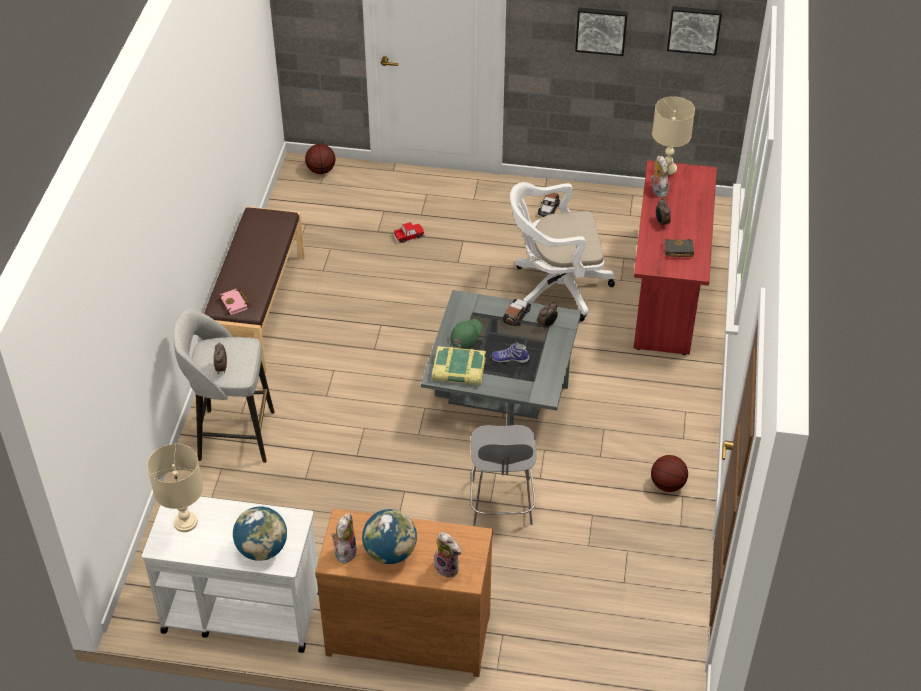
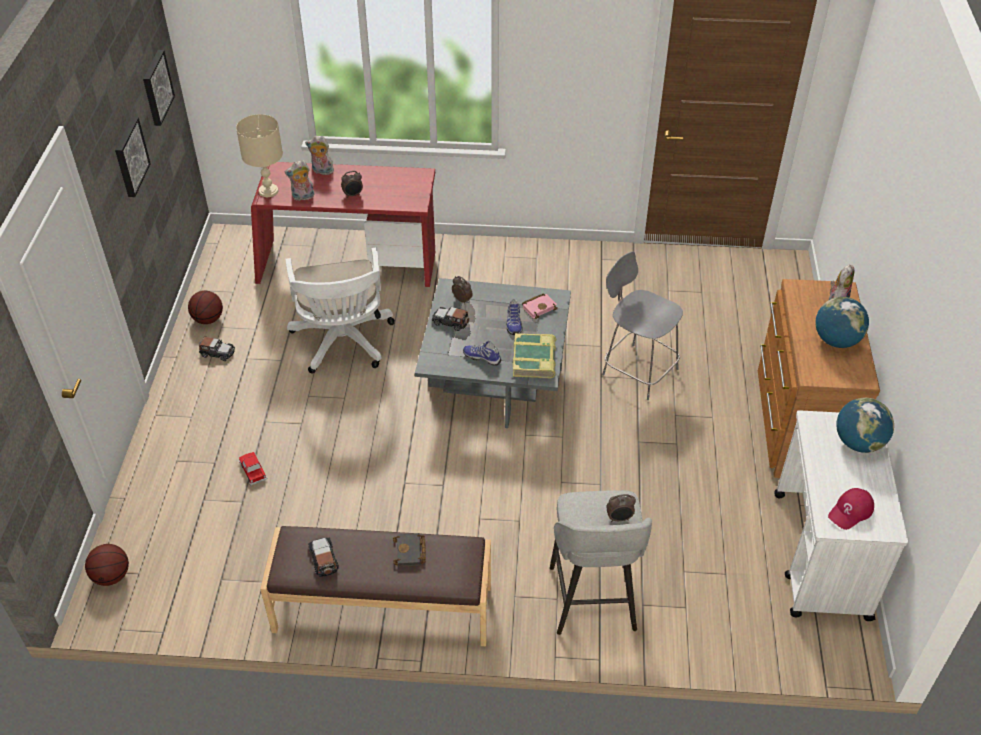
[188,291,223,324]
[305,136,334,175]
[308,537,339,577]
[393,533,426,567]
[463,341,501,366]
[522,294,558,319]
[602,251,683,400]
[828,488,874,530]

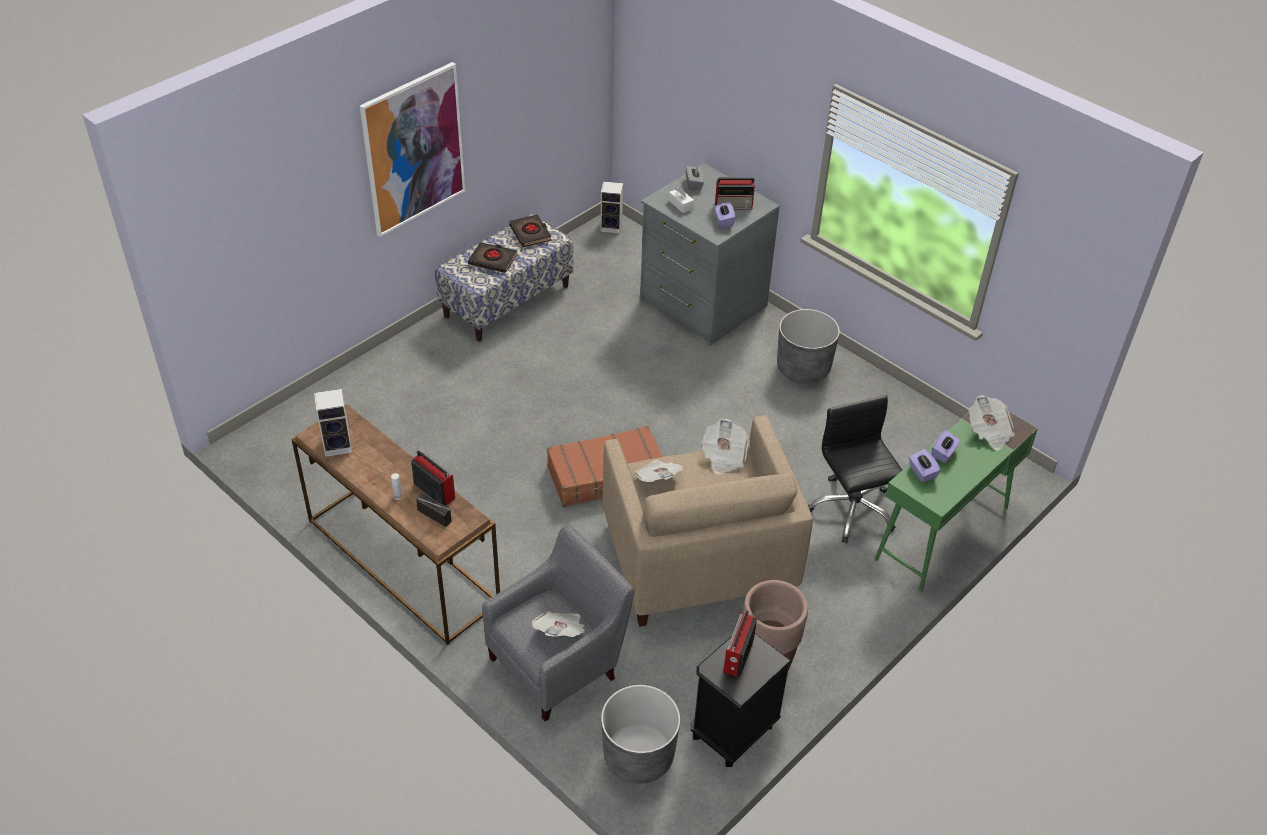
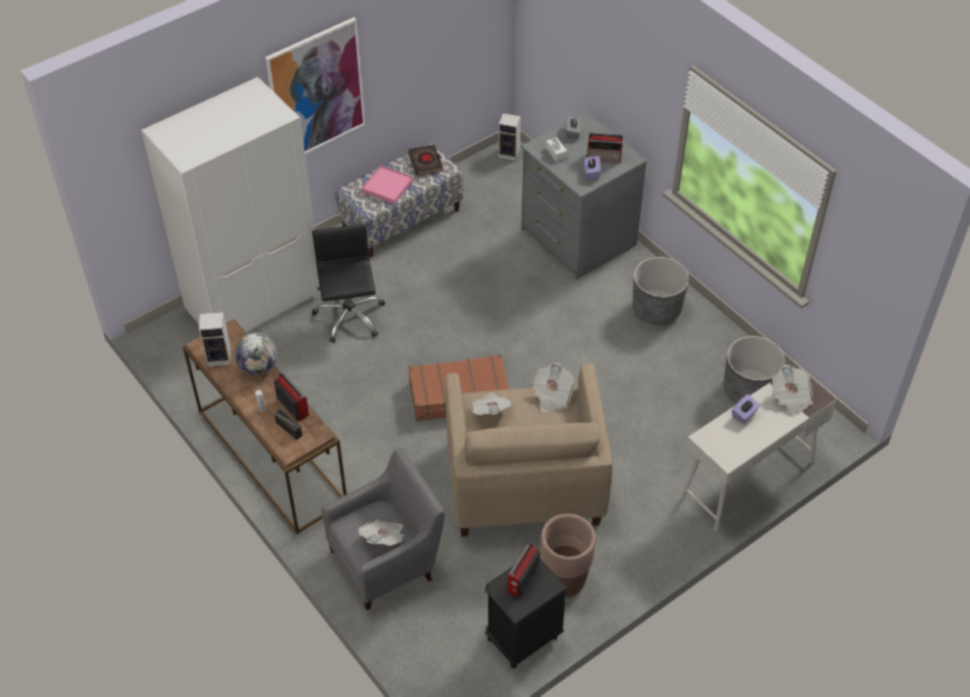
[141,77,321,332]
[235,333,277,375]
[312,224,385,343]
[361,165,413,204]
[681,365,837,532]
[724,336,785,403]
[909,449,941,482] (first image)

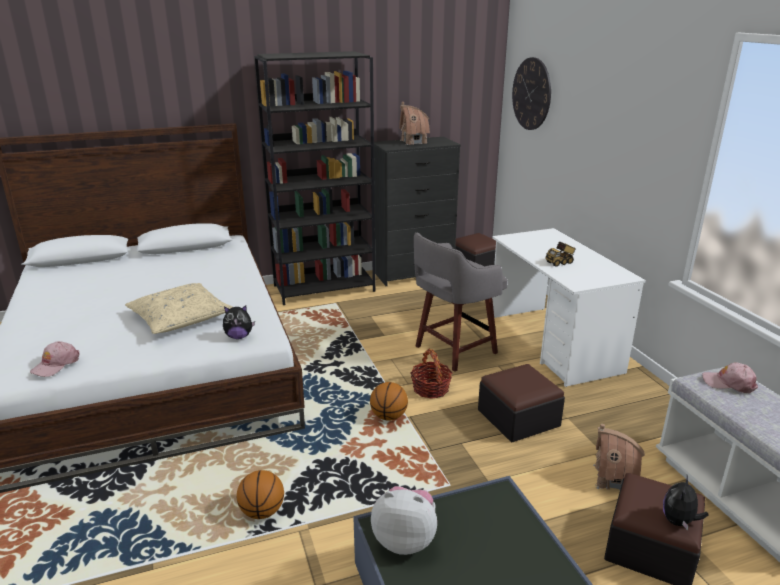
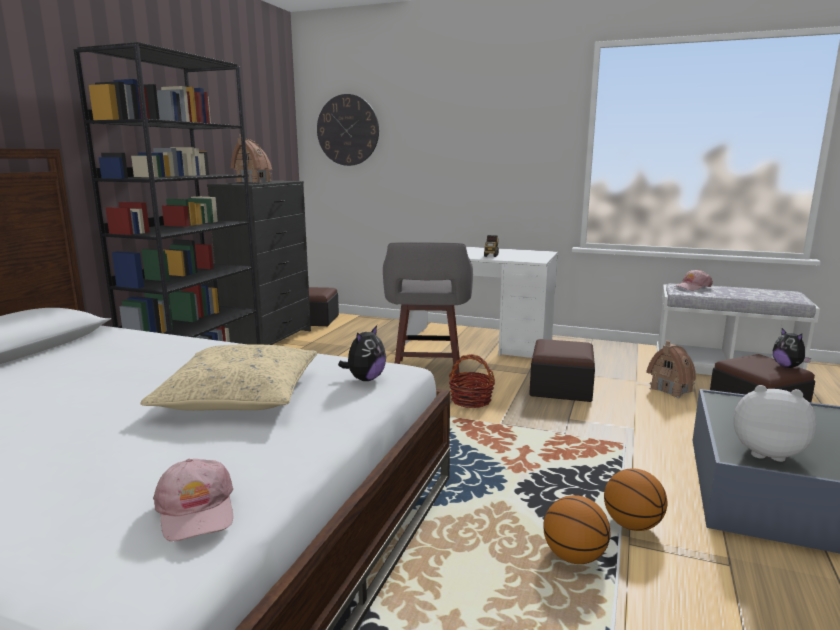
[604,468,667,531]
[733,385,817,462]

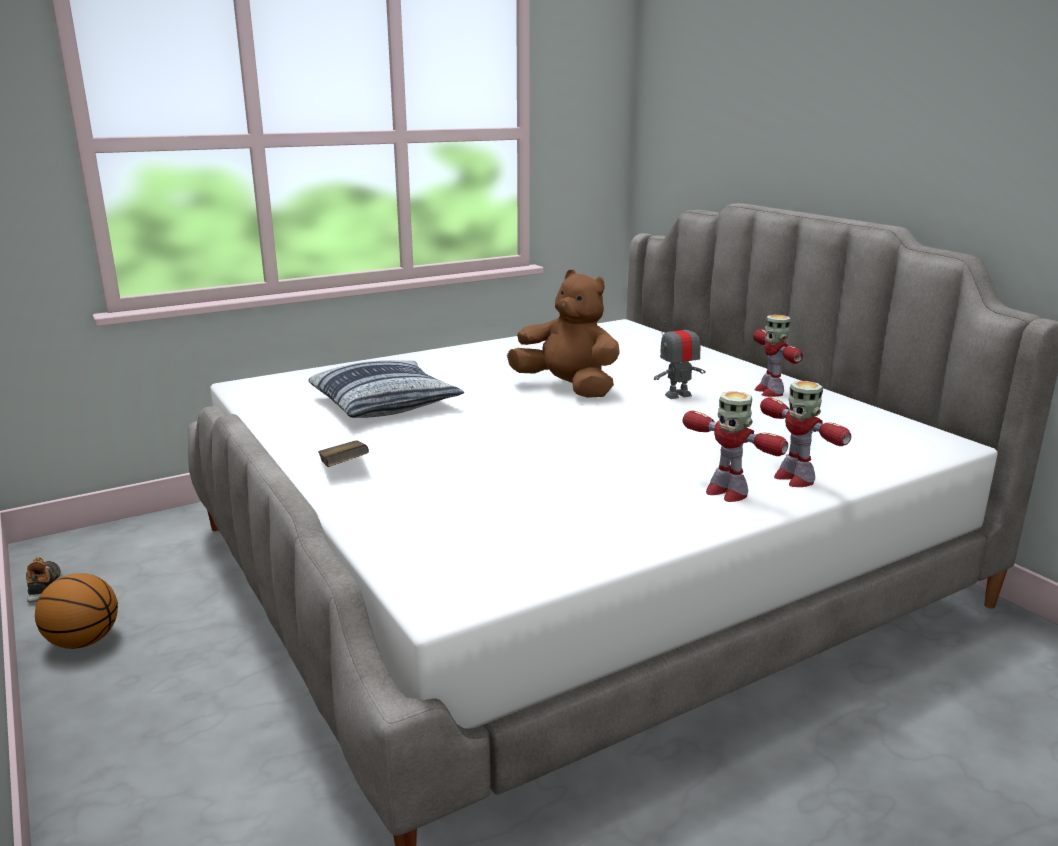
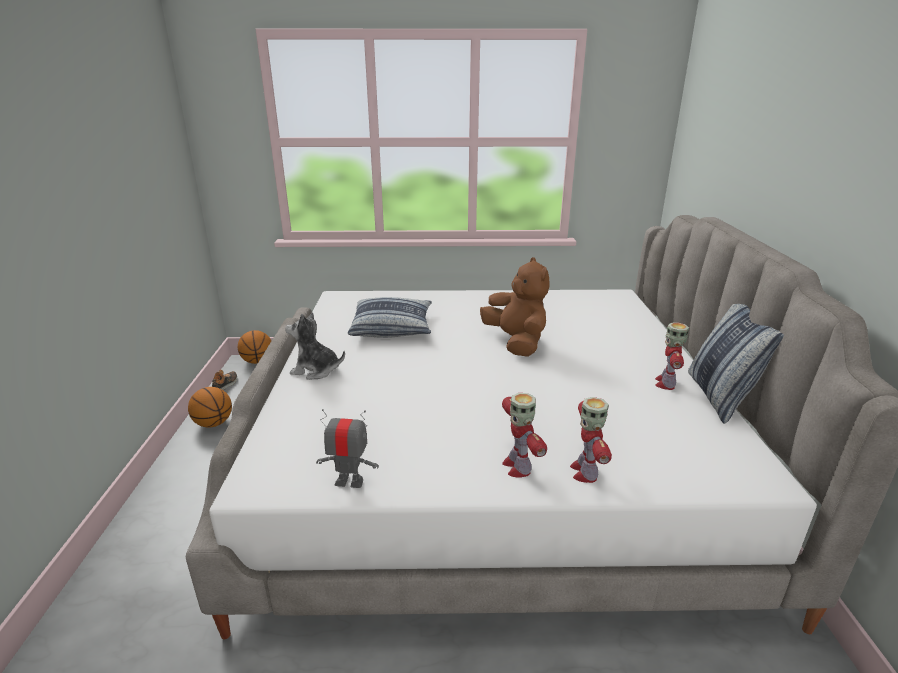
[238,330,271,364]
[285,312,345,380]
[316,409,379,488]
[688,304,784,424]

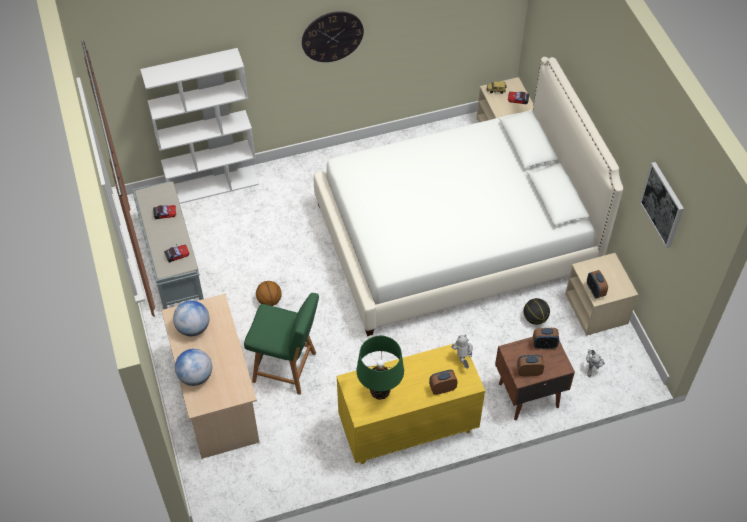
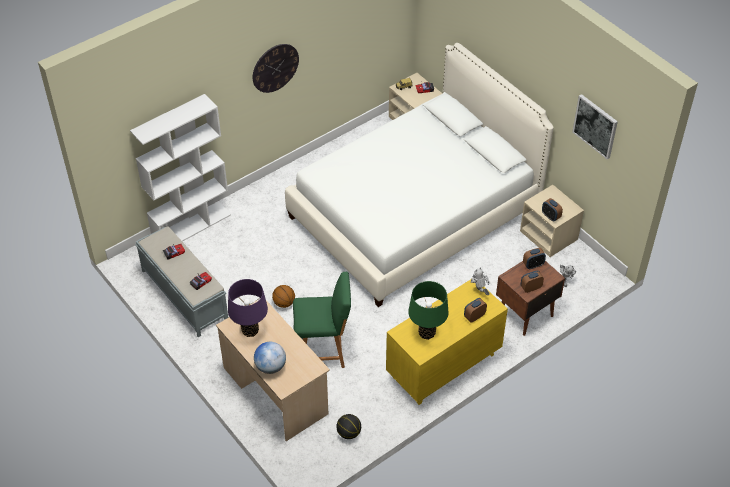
[228,279,268,337]
[336,414,361,439]

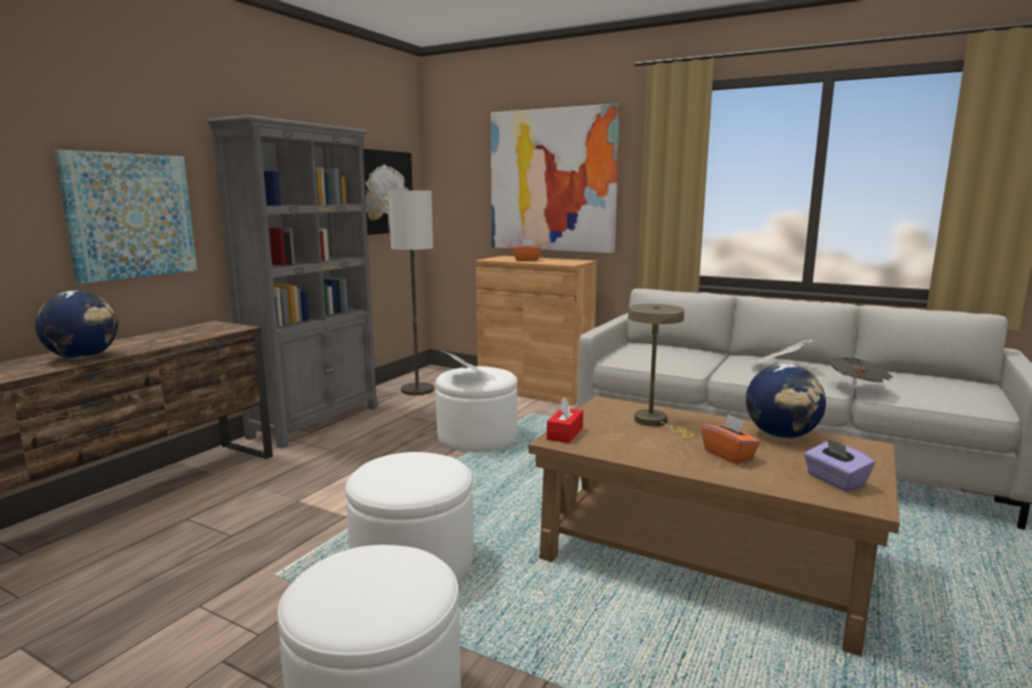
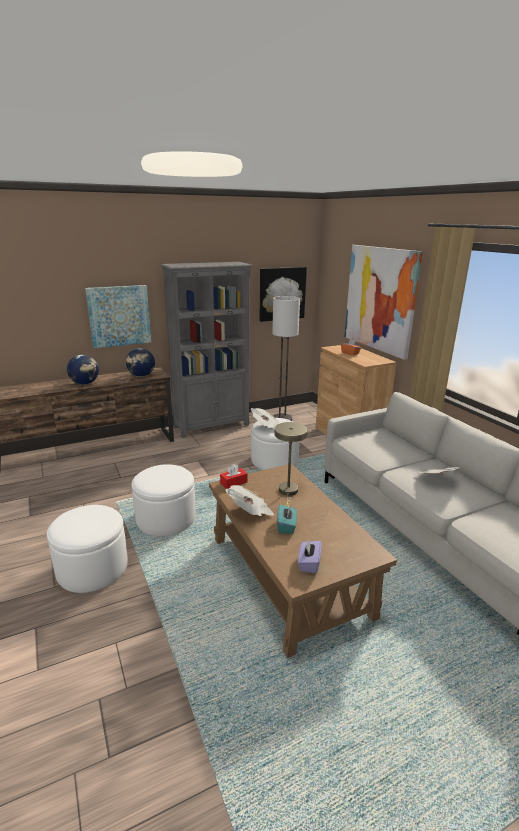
[126,348,155,377]
[225,485,274,516]
[277,505,297,534]

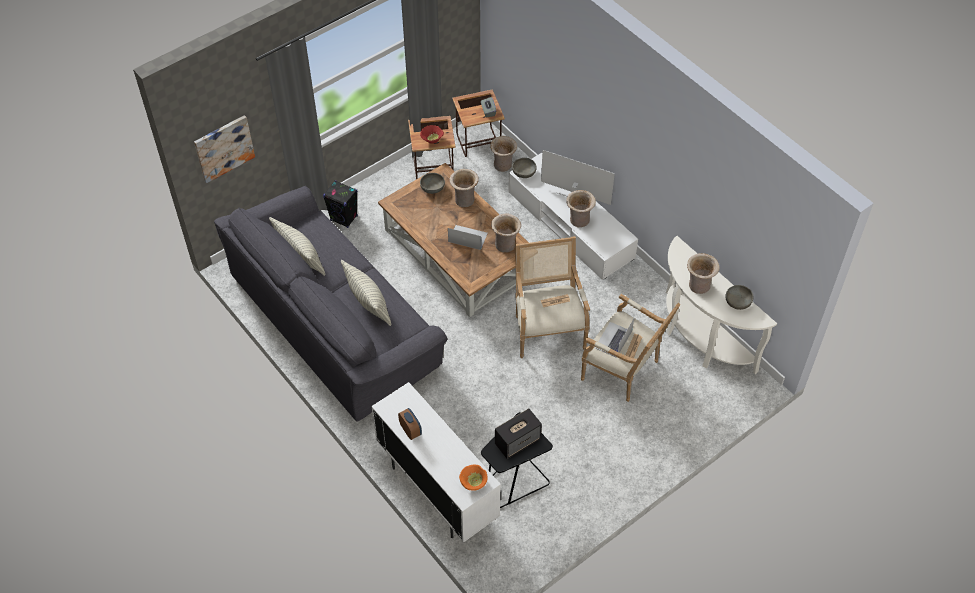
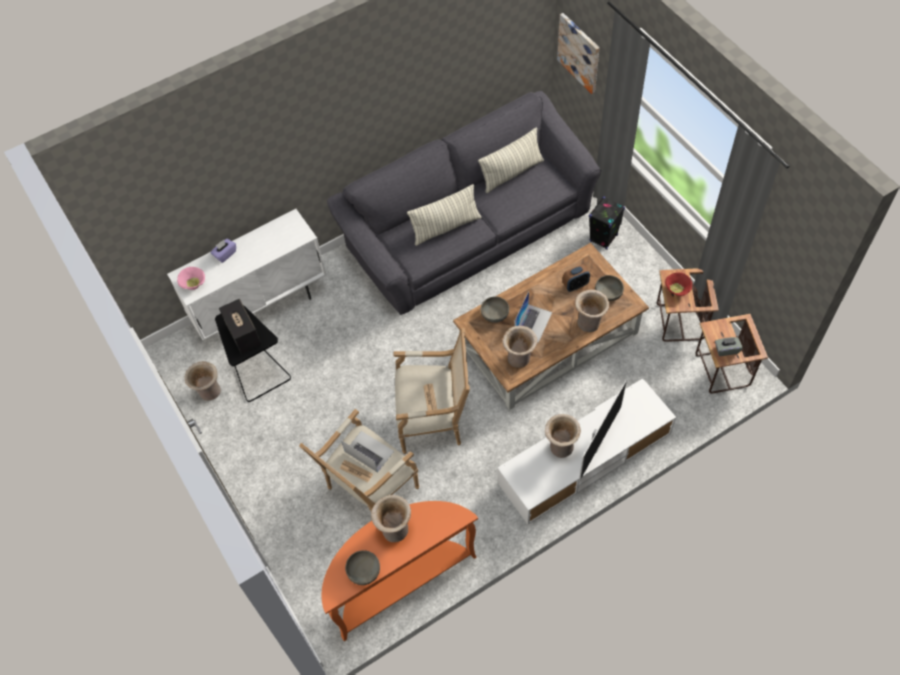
[177,267,205,290]
[184,361,221,401]
[210,239,236,263]
[322,501,478,641]
[481,297,509,323]
[562,265,590,292]

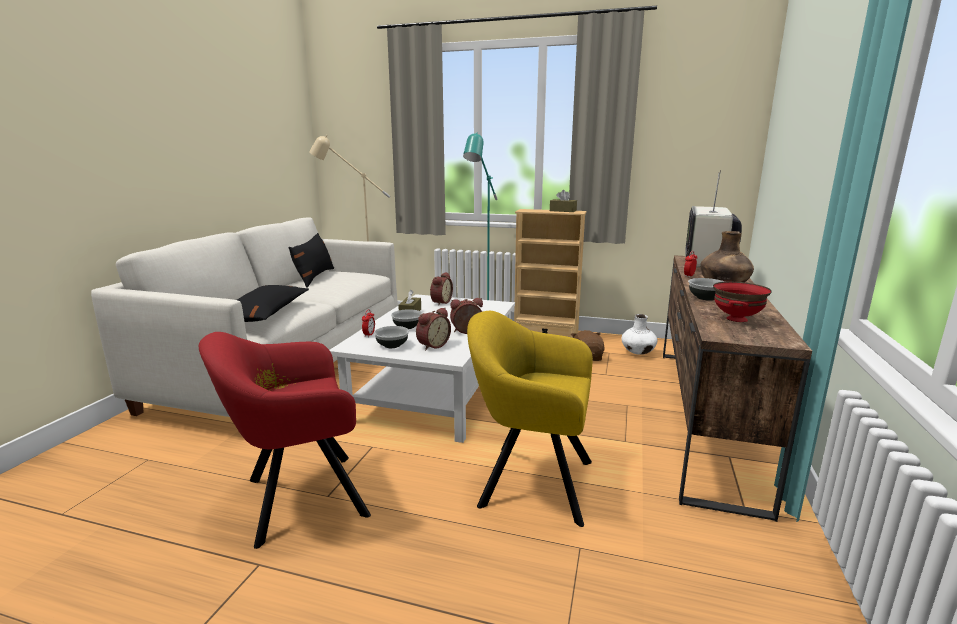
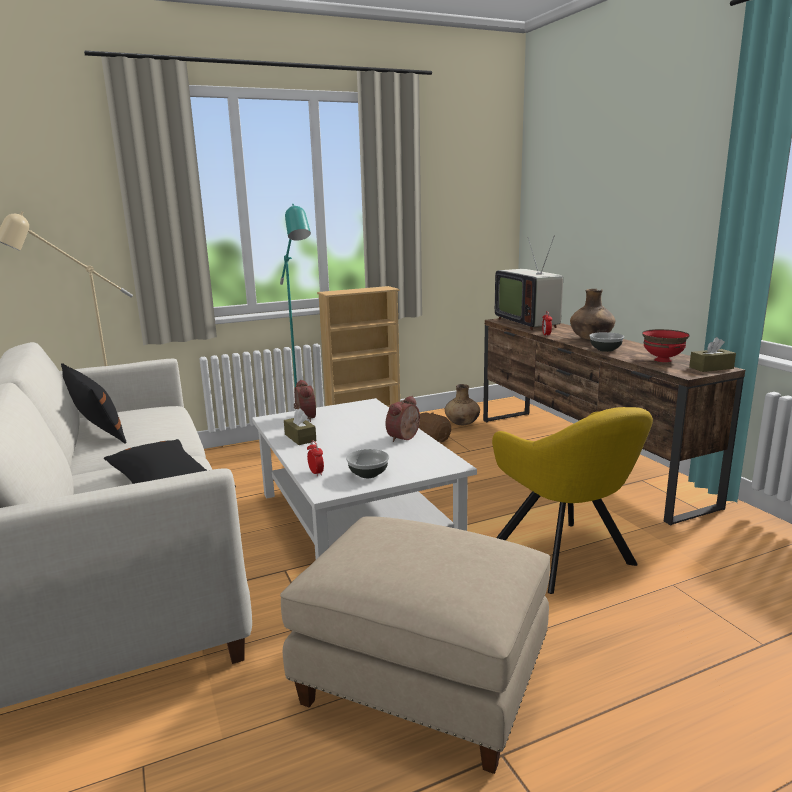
[280,516,550,774]
[445,384,480,425]
[492,407,653,594]
[689,337,736,372]
[391,309,423,329] (first image)
[416,308,451,350] (first image)

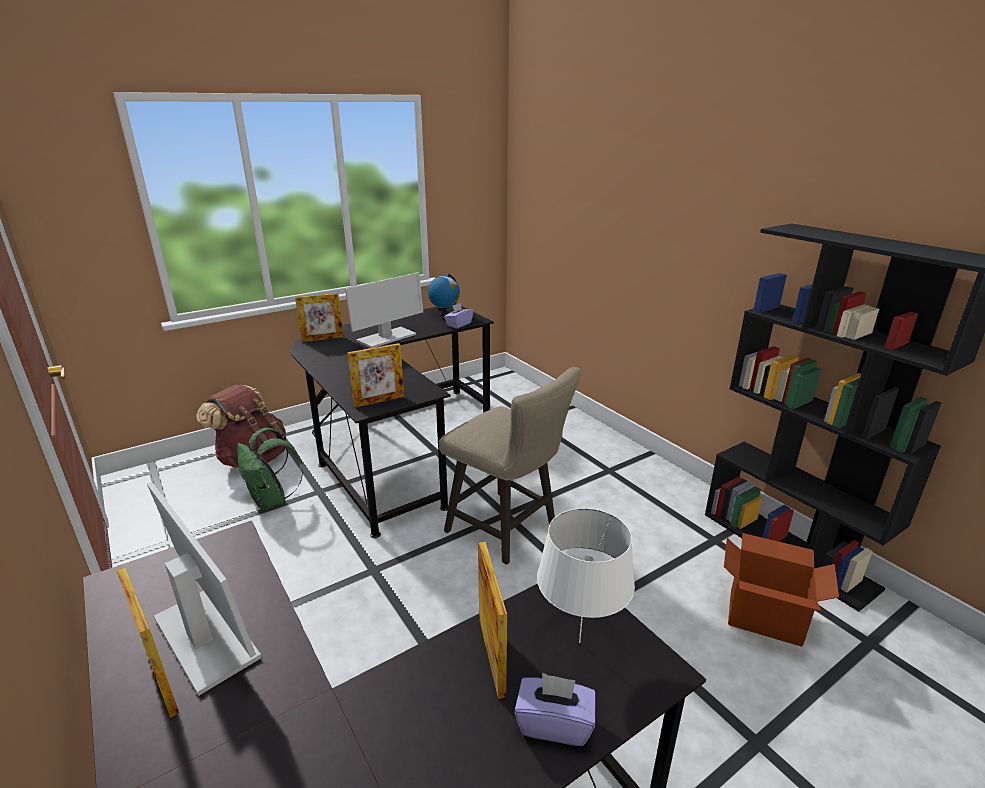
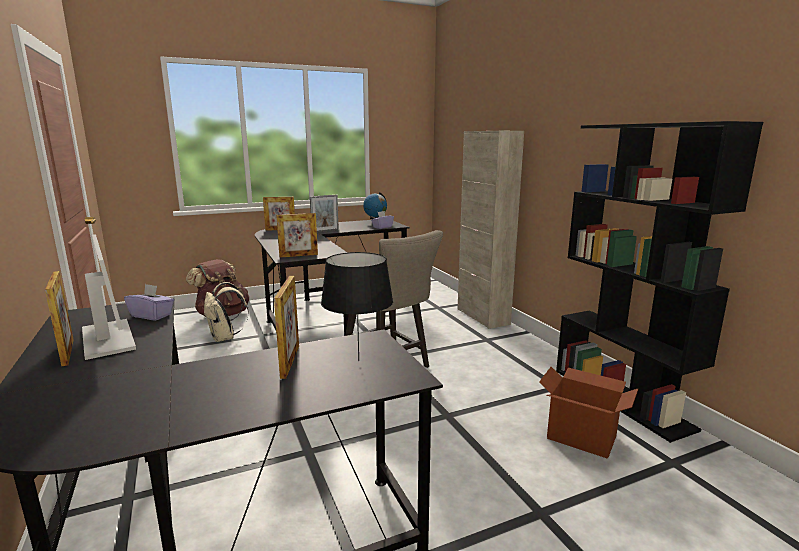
[124,284,174,321]
[204,282,249,342]
[310,195,339,232]
[321,252,393,361]
[458,131,524,329]

